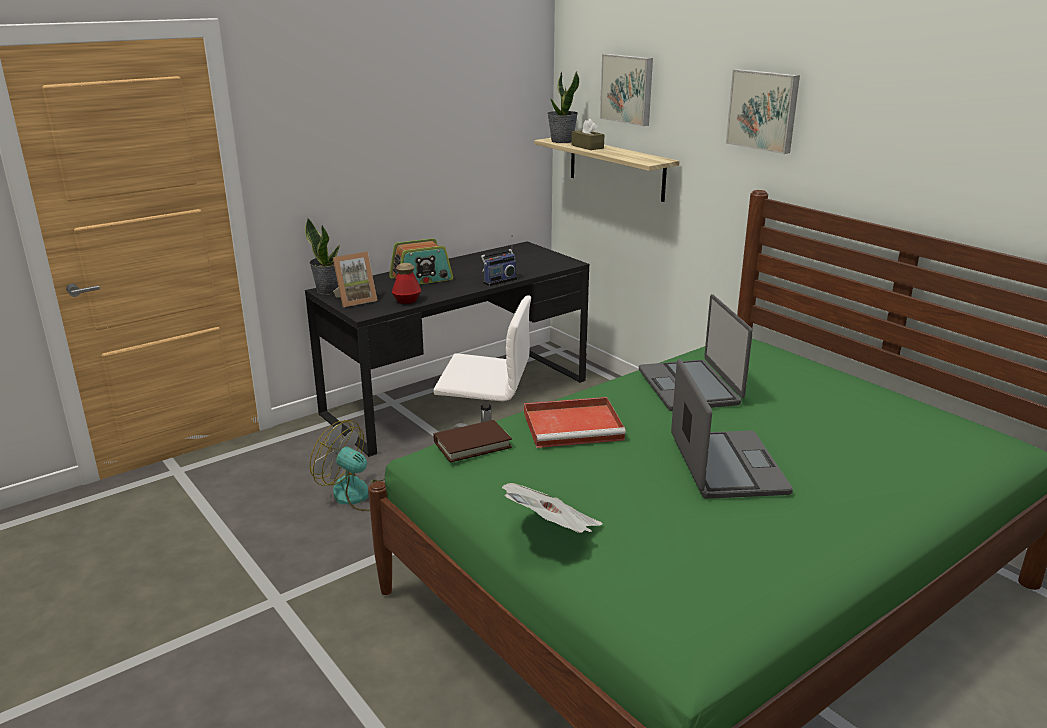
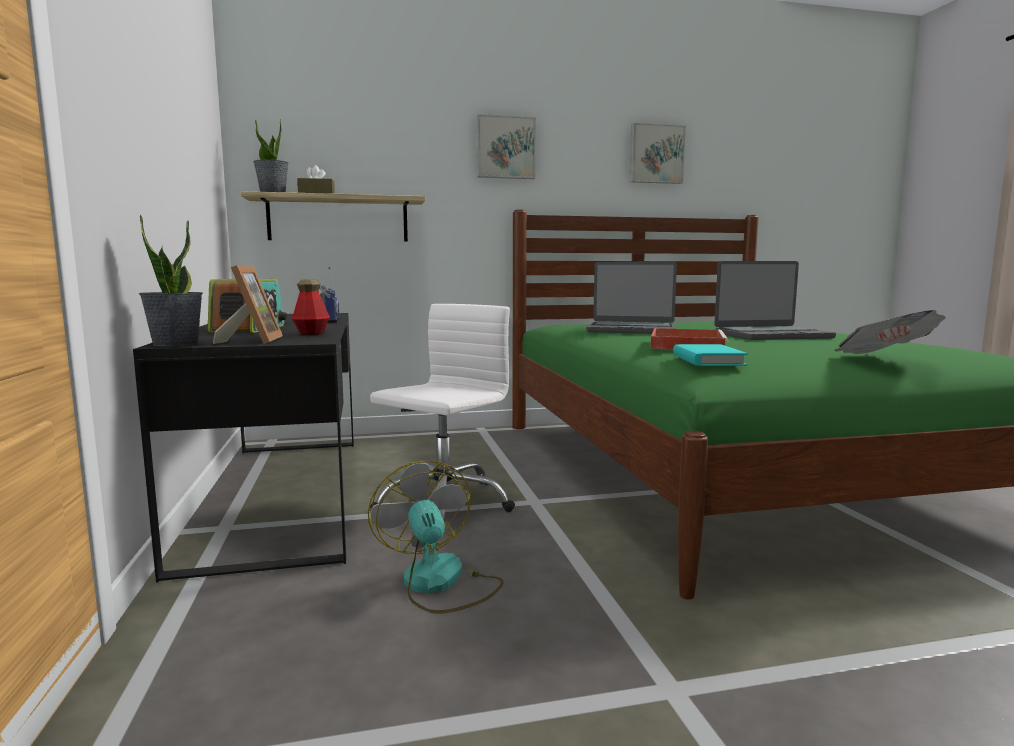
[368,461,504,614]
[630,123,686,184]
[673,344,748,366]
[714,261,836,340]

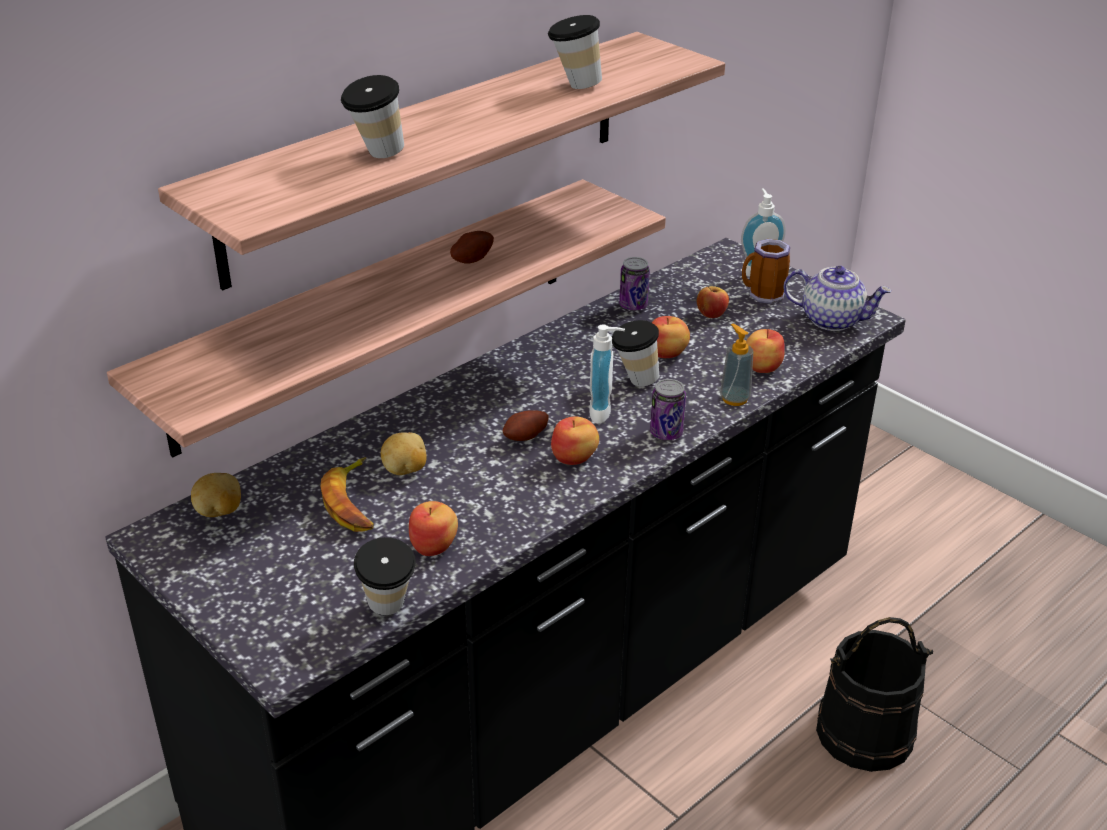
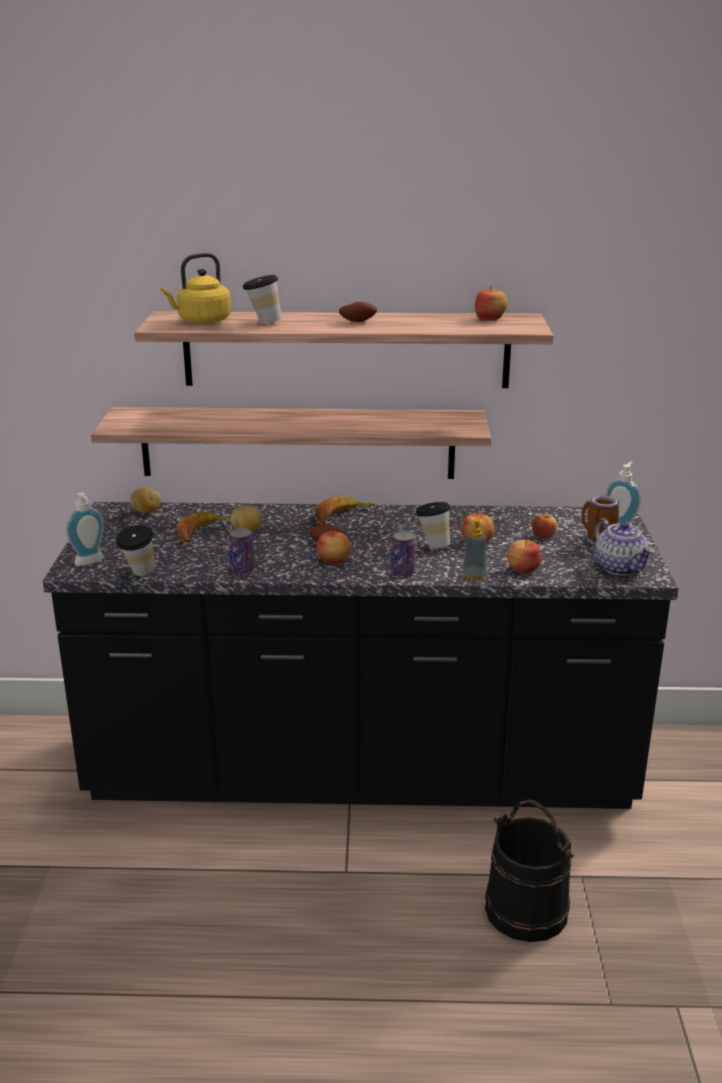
[66,492,104,566]
[161,253,231,324]
[229,528,254,573]
[315,496,375,524]
[339,302,377,322]
[475,286,508,320]
[548,15,602,89] (first image)

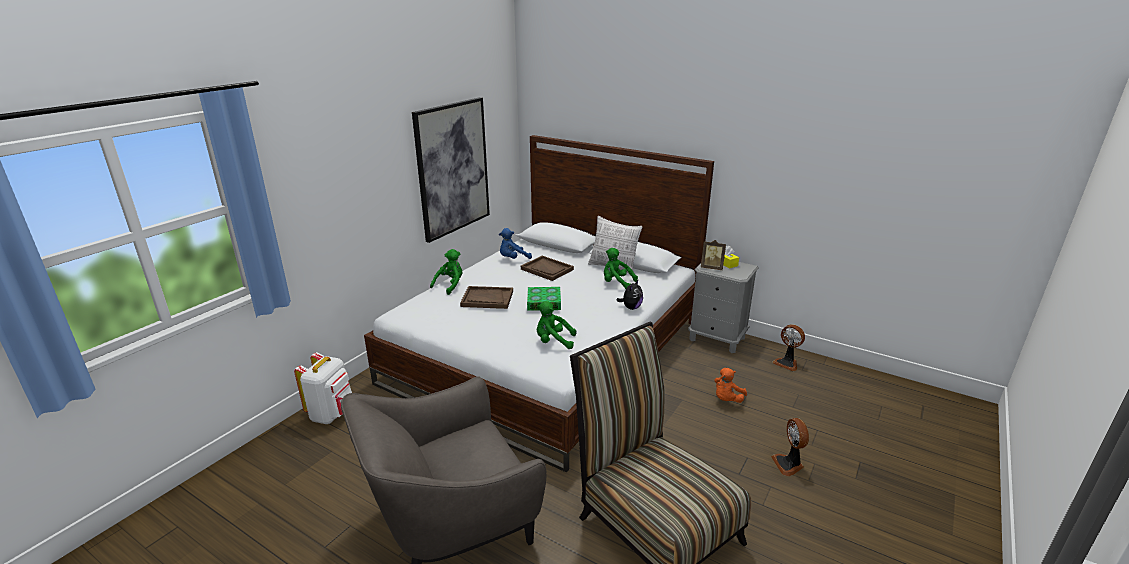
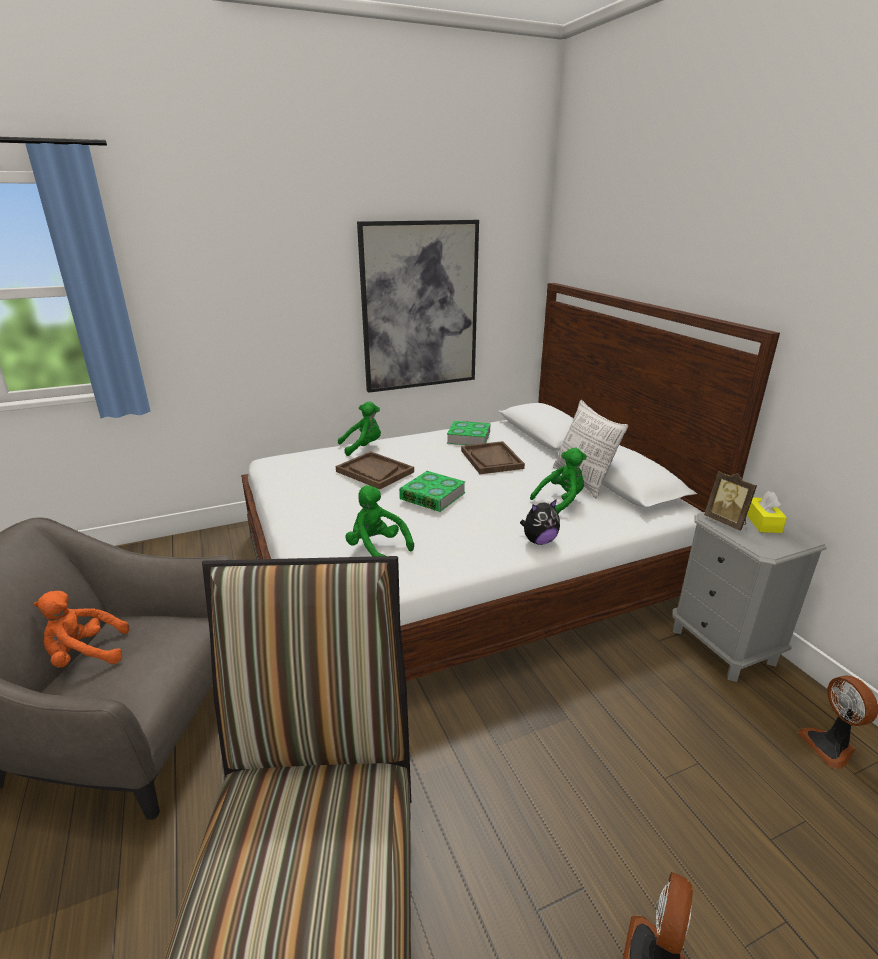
[34,591,130,668]
[447,421,490,445]
[530,448,587,514]
[294,352,352,424] (first image)

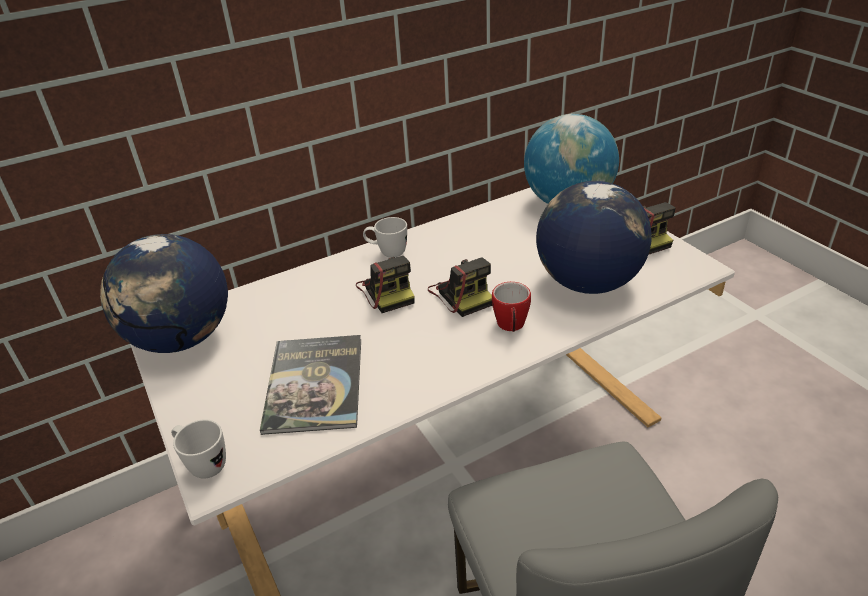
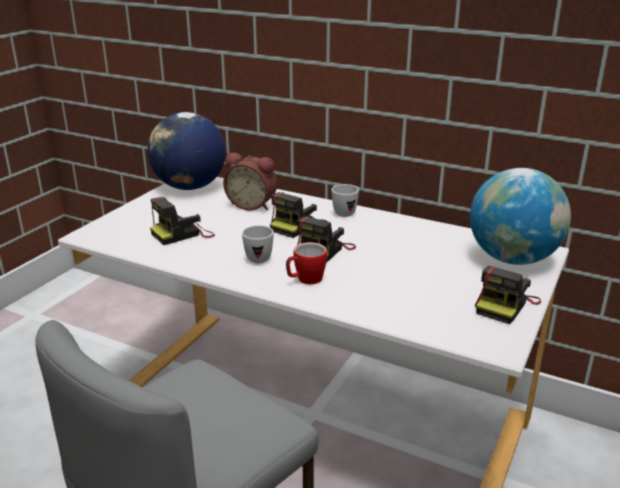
[150,197,215,245]
[223,153,277,210]
[242,225,274,263]
[536,181,652,294] (first image)

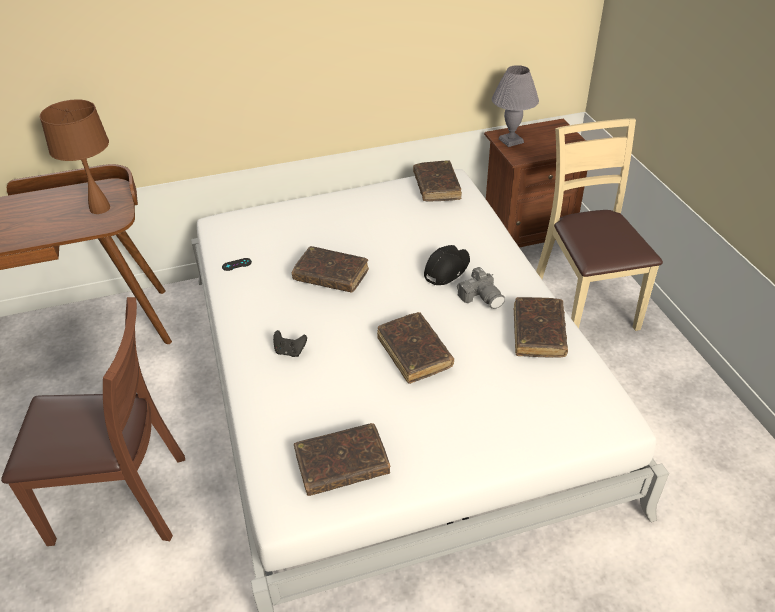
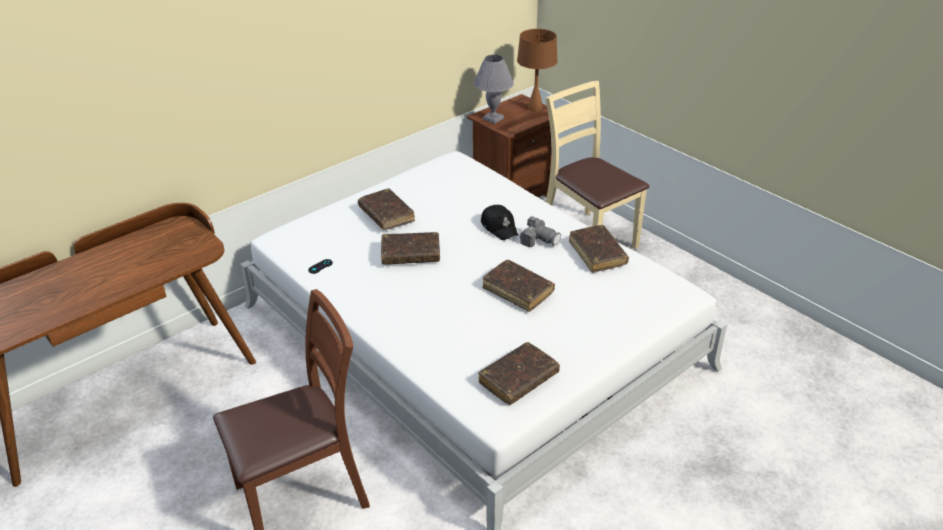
[358,188,415,230]
[481,205,518,240]
[517,29,558,112]
[273,330,307,357] (first image)

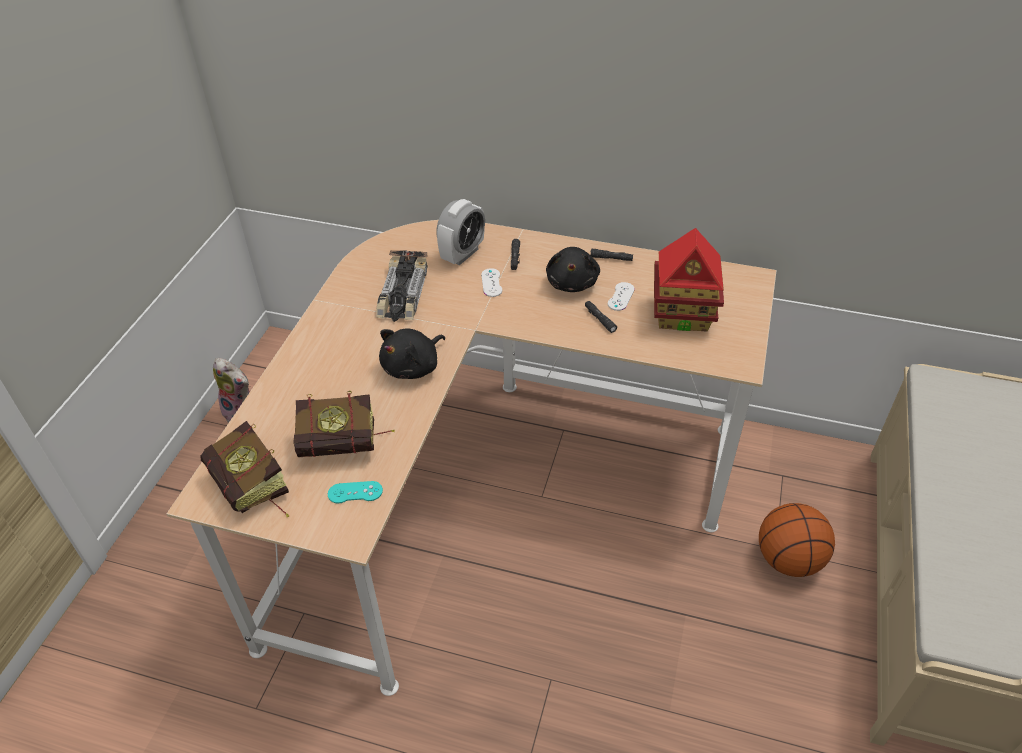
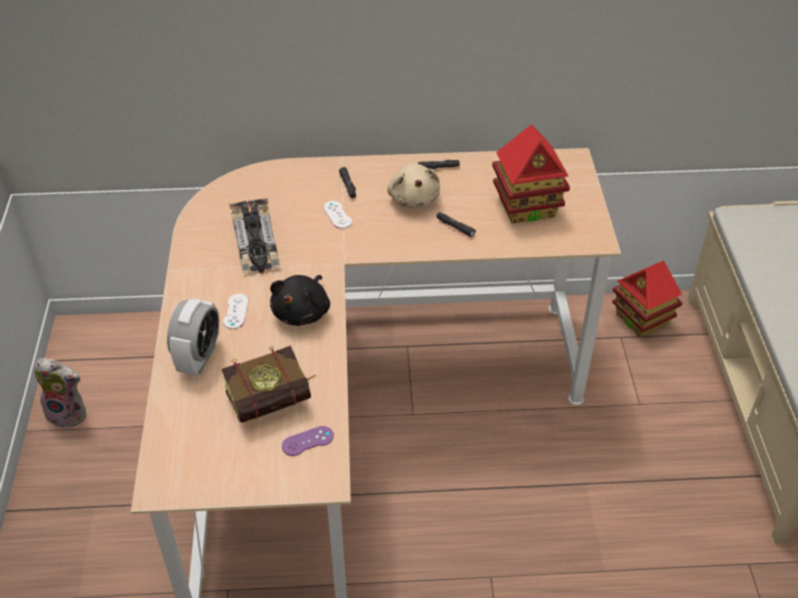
[167,299,219,376]
[223,294,249,329]
[282,426,334,456]
[387,164,440,208]
[612,260,683,337]
[200,421,289,517] (first image)
[759,503,835,577] (first image)

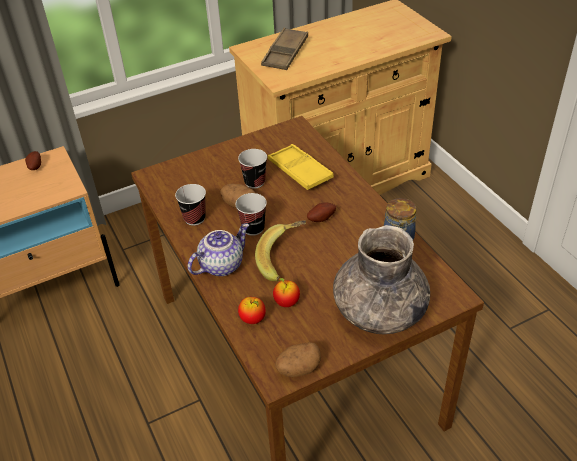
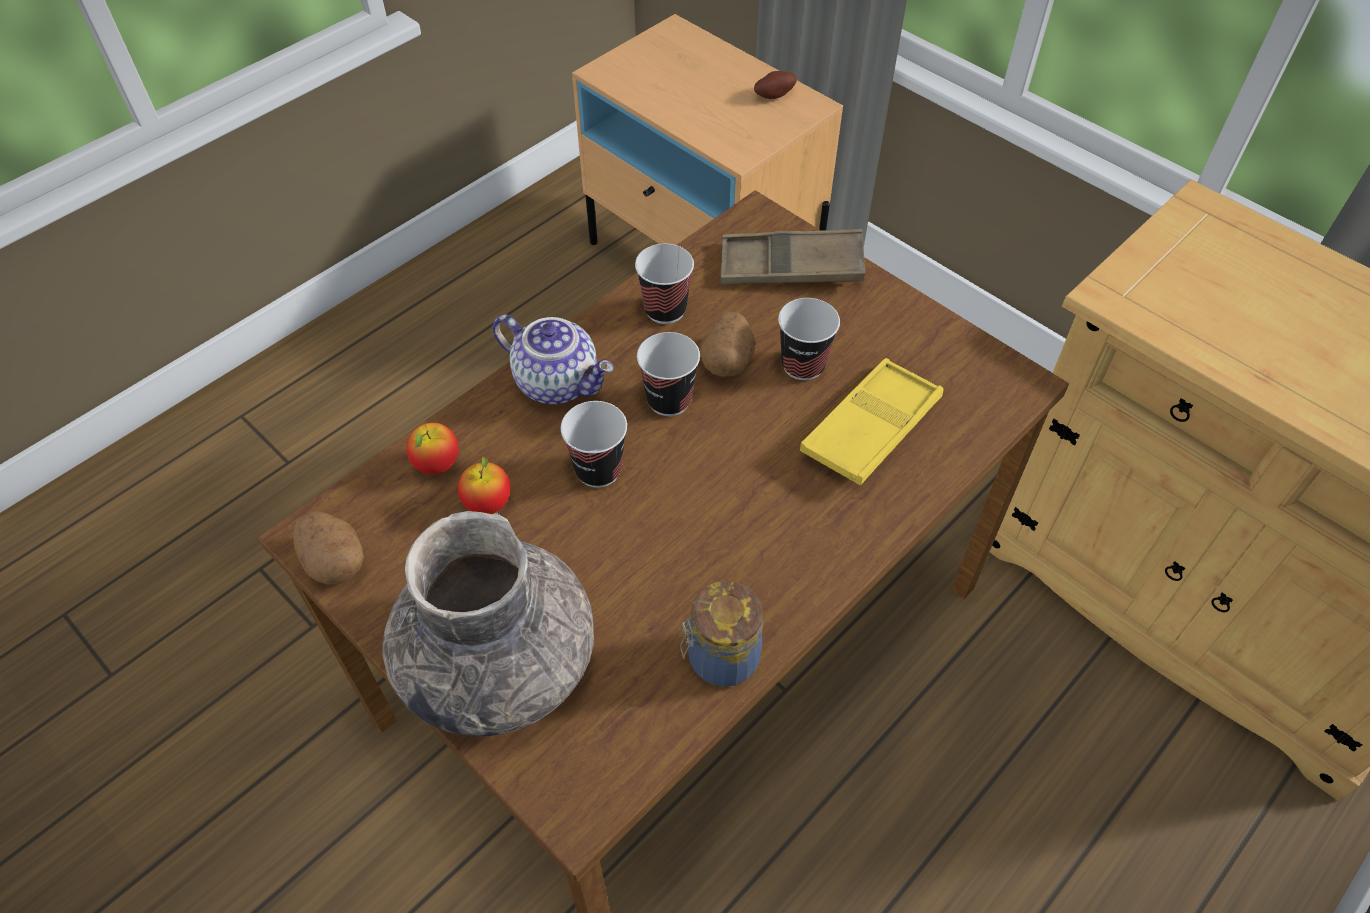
[561,401,627,488]
[720,229,865,285]
[307,203,336,222] (first image)

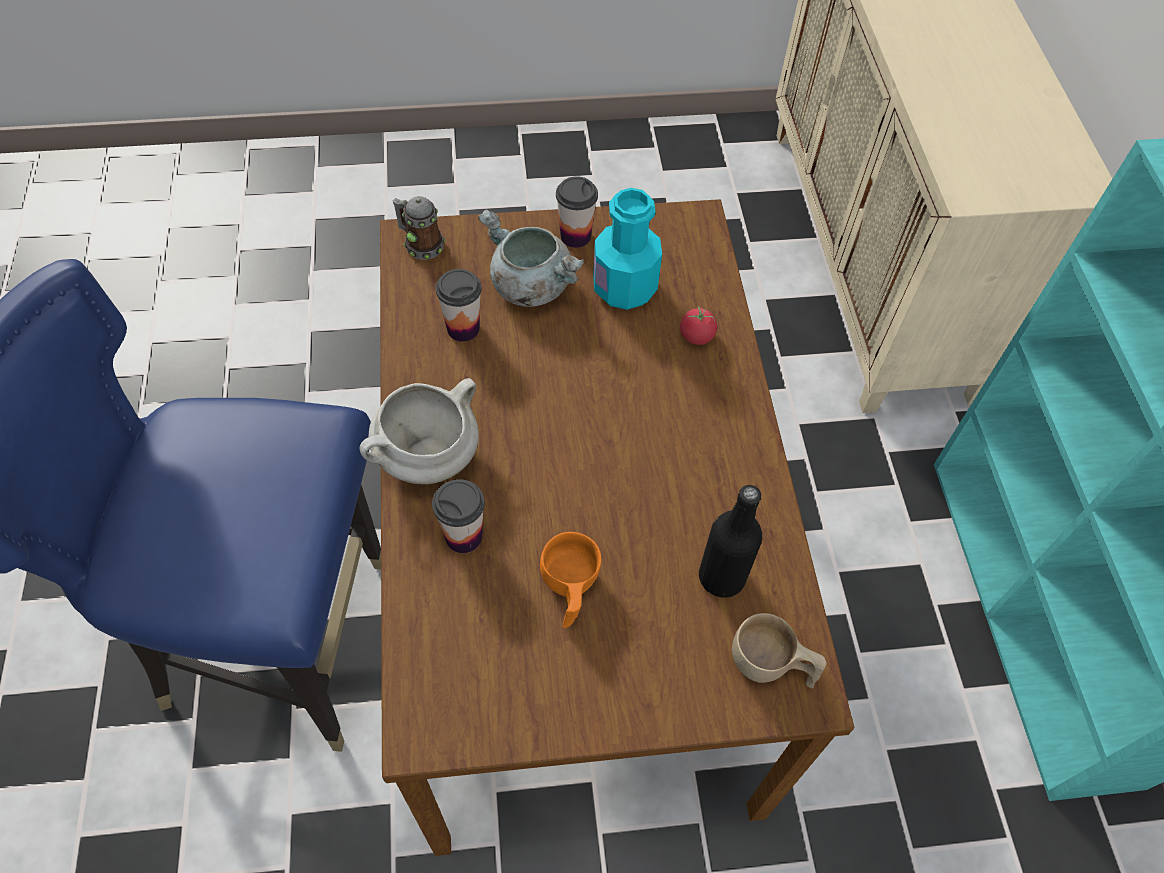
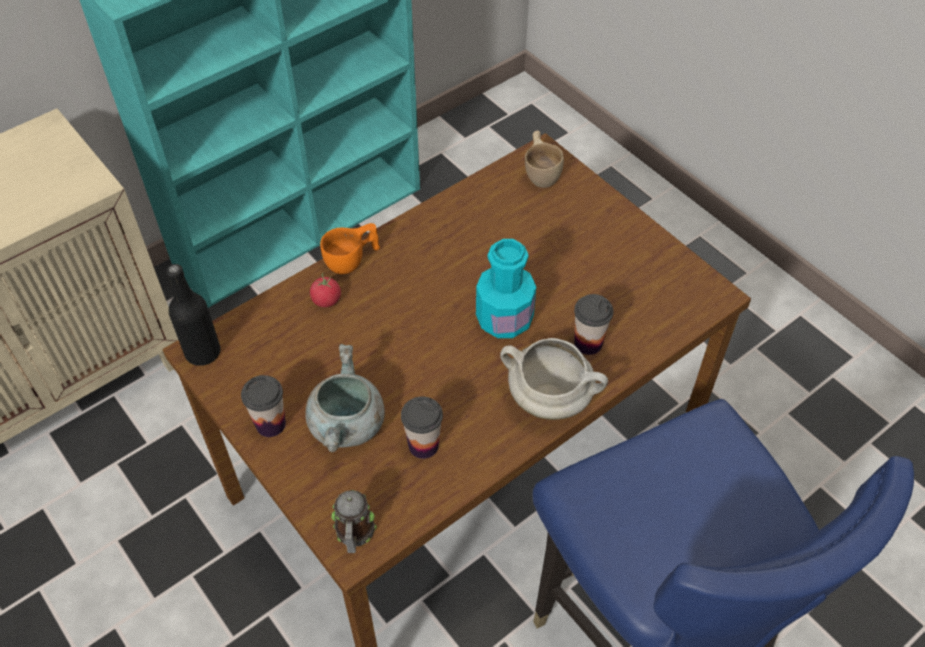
[166,264,221,366]
[320,223,380,274]
[476,239,536,338]

